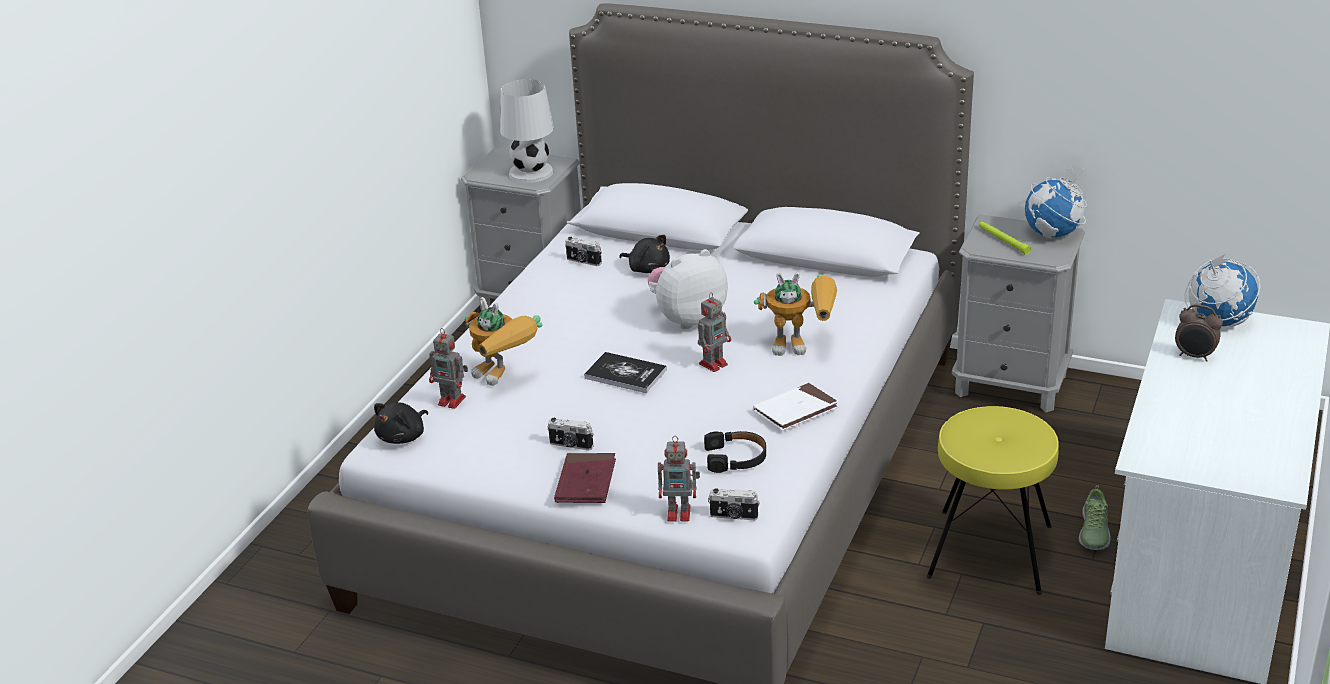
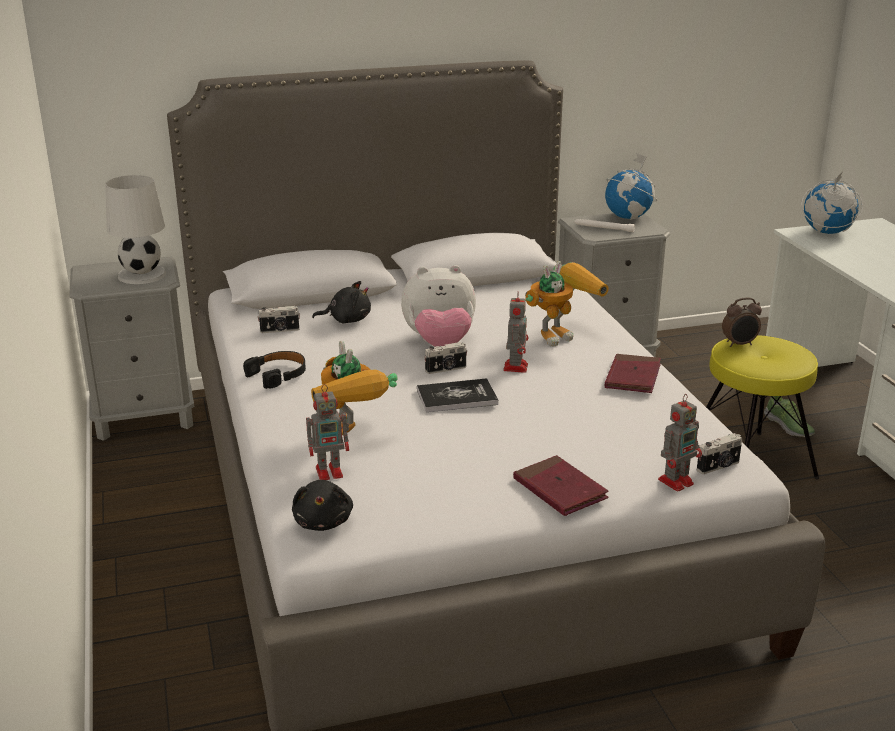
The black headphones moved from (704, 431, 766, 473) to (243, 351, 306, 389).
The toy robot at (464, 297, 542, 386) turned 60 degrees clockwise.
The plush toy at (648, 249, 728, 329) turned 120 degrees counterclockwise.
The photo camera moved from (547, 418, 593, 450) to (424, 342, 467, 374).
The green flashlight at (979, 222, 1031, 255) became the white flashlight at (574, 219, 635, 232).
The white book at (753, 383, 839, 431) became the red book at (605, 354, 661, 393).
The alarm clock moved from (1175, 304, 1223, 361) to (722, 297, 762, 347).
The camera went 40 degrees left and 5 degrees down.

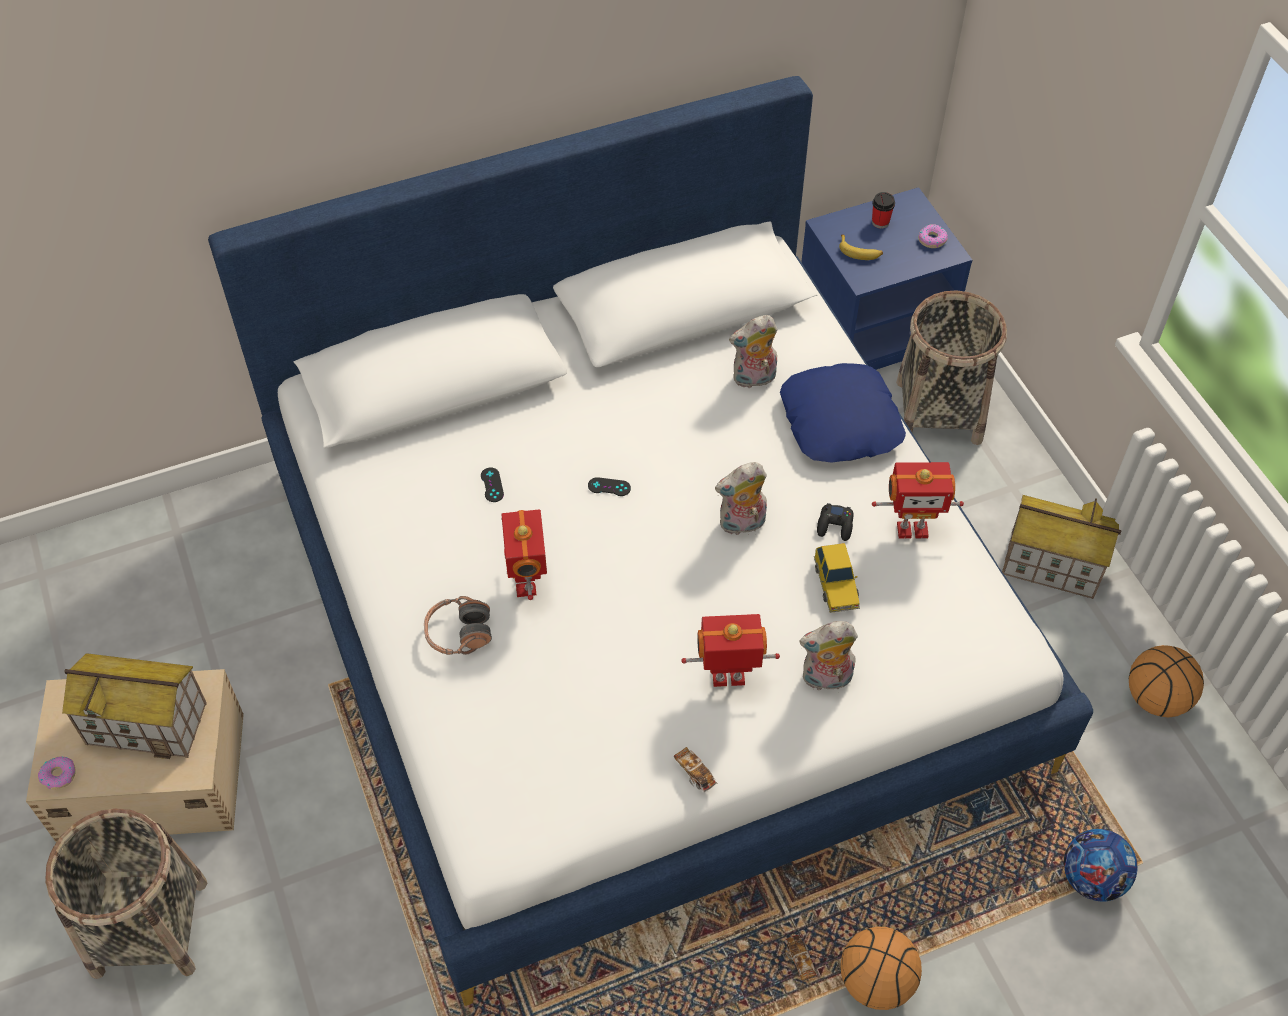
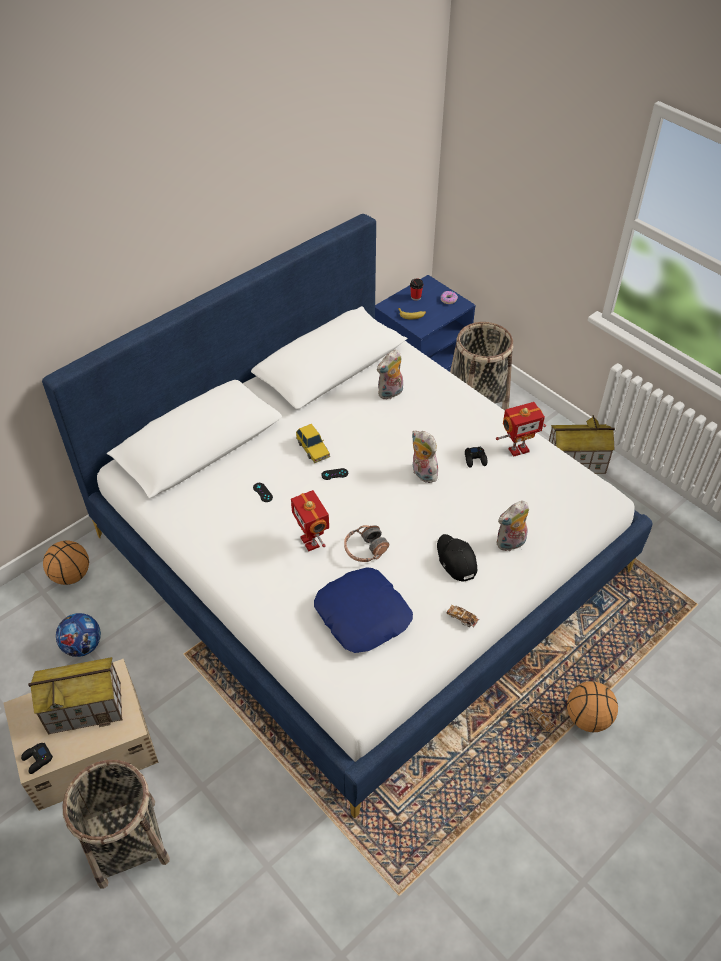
The donut at (38, 756, 76, 790) was replaced by the black game controller at (21, 743, 53, 774).
The basketball moved from (1129, 645, 1204, 717) to (43, 541, 89, 585).
The football moved from (1064, 829, 1137, 901) to (56, 613, 101, 657).
The toy car moved from (814, 543, 860, 613) to (296, 424, 331, 463).
The blue pillow moved from (780, 363, 906, 463) to (314, 567, 413, 653).
The headphones moved from (424, 596, 492, 655) to (344, 525, 389, 562).
The plush toy at (715, 462, 767, 535) turned 90 degrees clockwise.
The toy robot at (681, 614, 780, 687) was replaced by the black cap at (437, 534, 477, 582).
The camera went 20 degrees left and 5 degrees down.

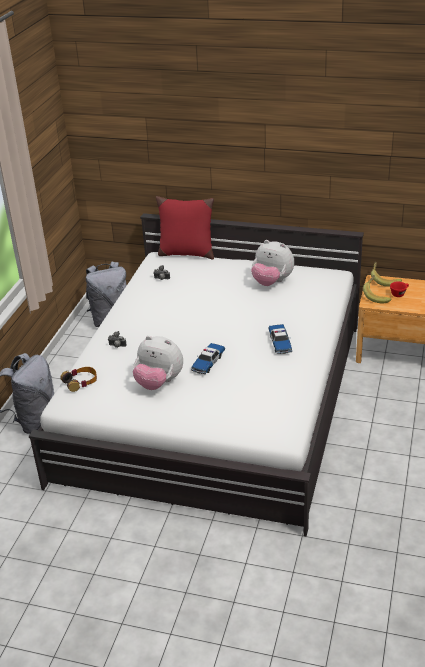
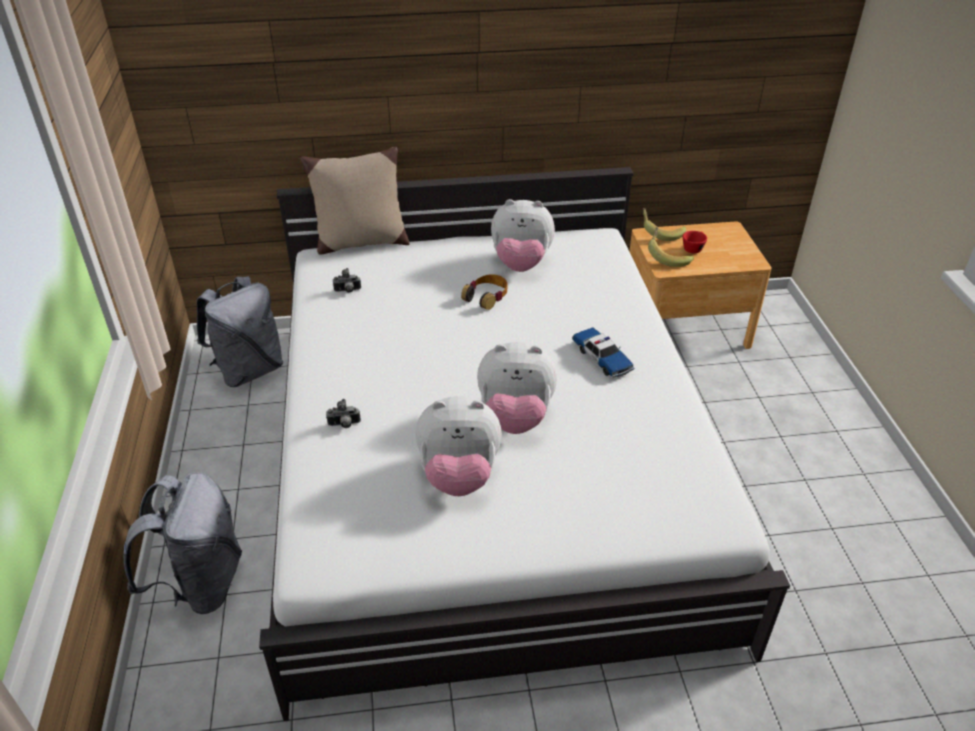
The red pillow at (156, 196, 214, 260) became the beige pillow at (300, 147, 410, 254).
The headphones moved from (60, 367, 97, 392) to (461, 274, 508, 310).
The toy car at (191, 343, 225, 374) was replaced by the plush toy at (477, 342, 557, 434).
The camera went 25 degrees left and 5 degrees up.

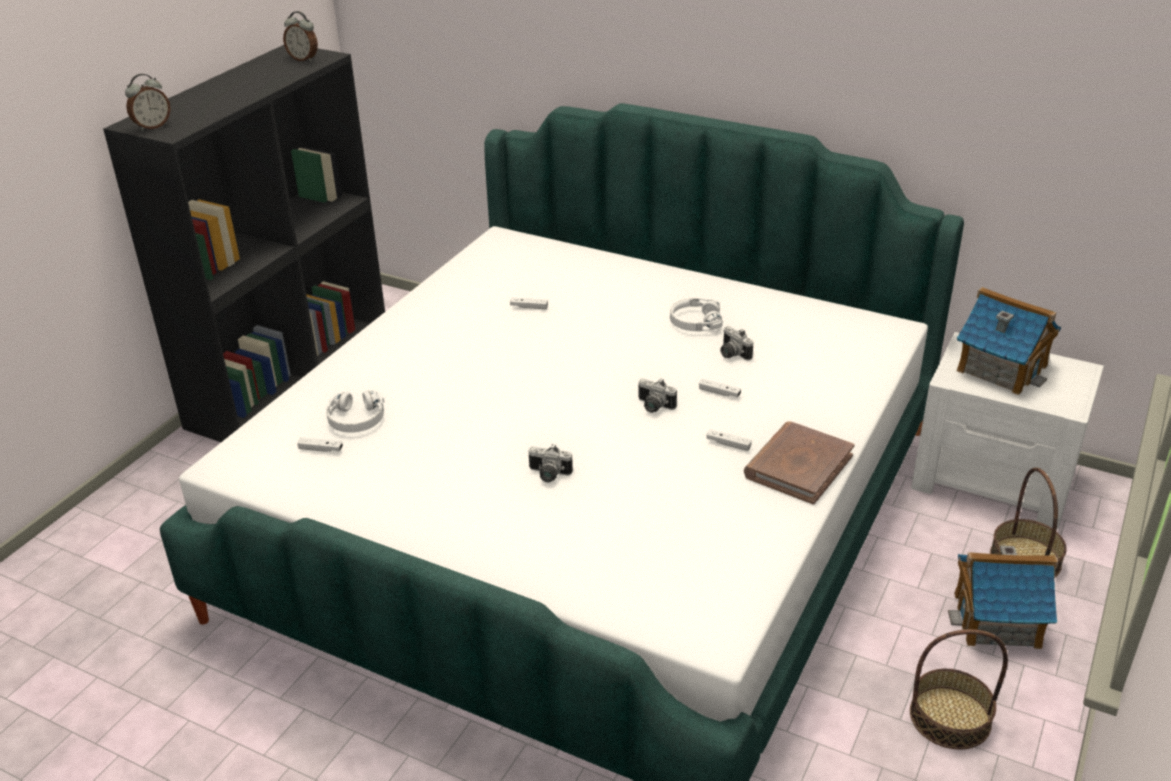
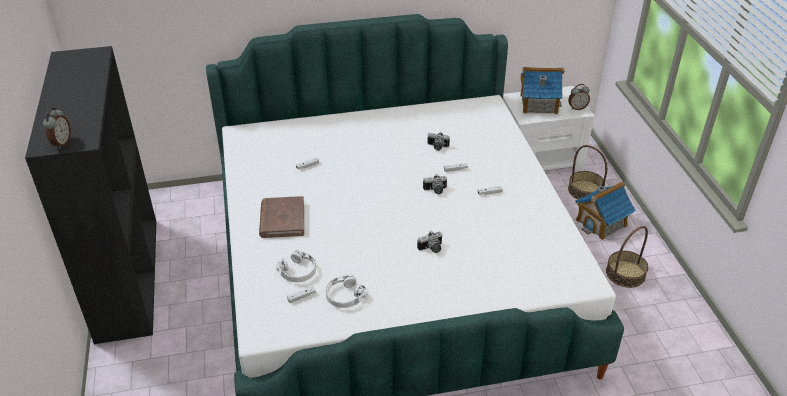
The brown book moved from (744, 421, 854, 504) to (259, 196, 304, 238).
The white headphones moved from (670, 298, 723, 331) to (326, 274, 368, 308).
The alarm clock moved from (283, 11, 318, 62) to (568, 84, 590, 110).
The camera went 40 degrees left and 5 degrees up.

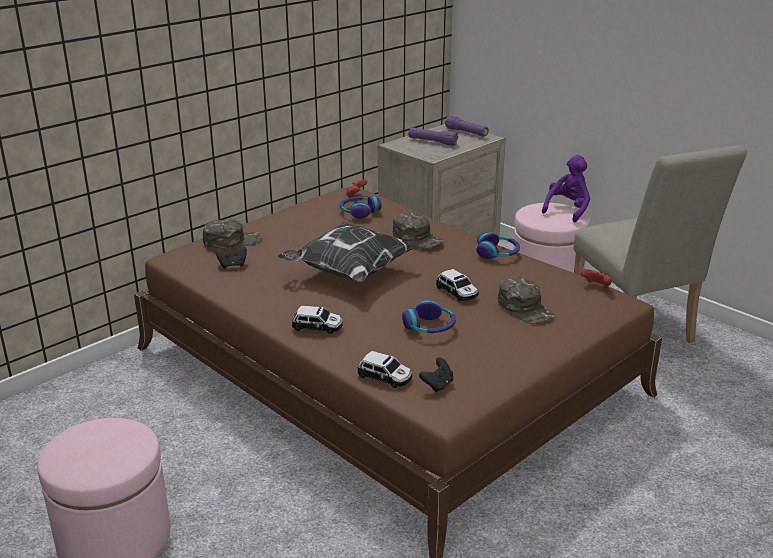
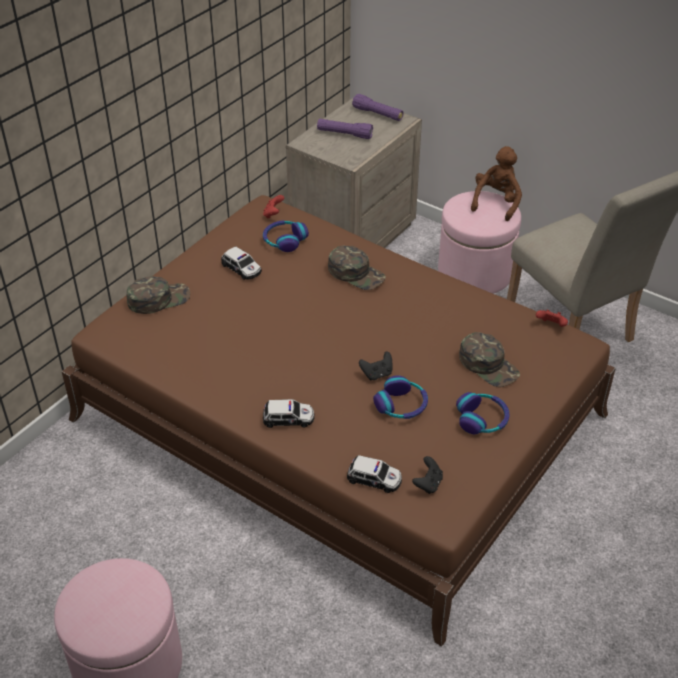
The toy car moved from (436, 269, 479, 301) to (221, 246, 262, 280).
The black game controller moved from (216, 246, 247, 268) to (359, 351, 392, 380).
The headphones moved from (476, 232, 520, 259) to (456, 392, 510, 434).
The purple plush toy at (542, 155, 590, 222) became the brown plush toy at (471, 146, 522, 221).
The pillow at (278, 222, 417, 282) disappeared.
The camera went 10 degrees left and 15 degrees up.

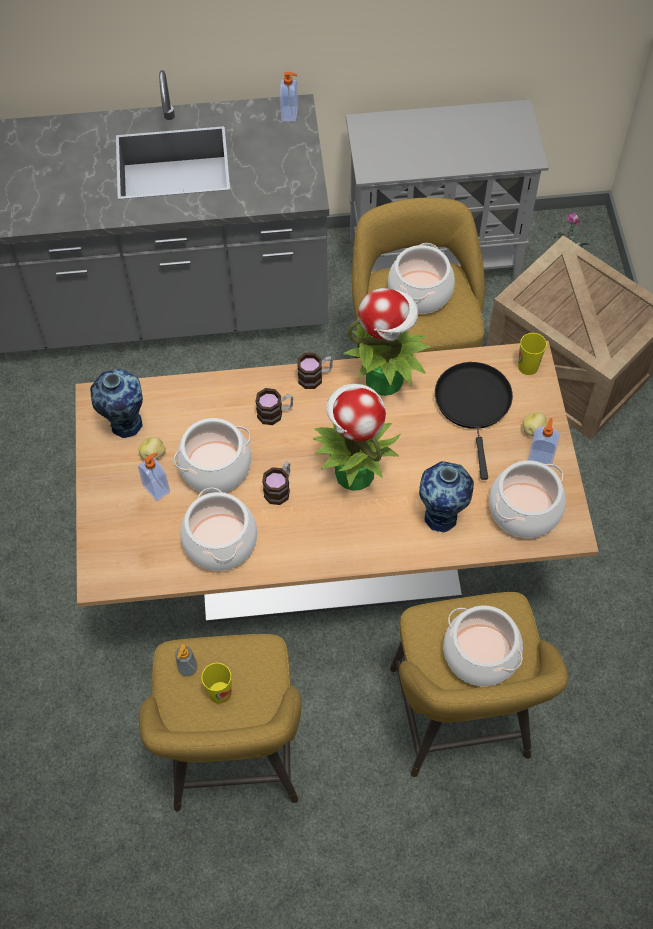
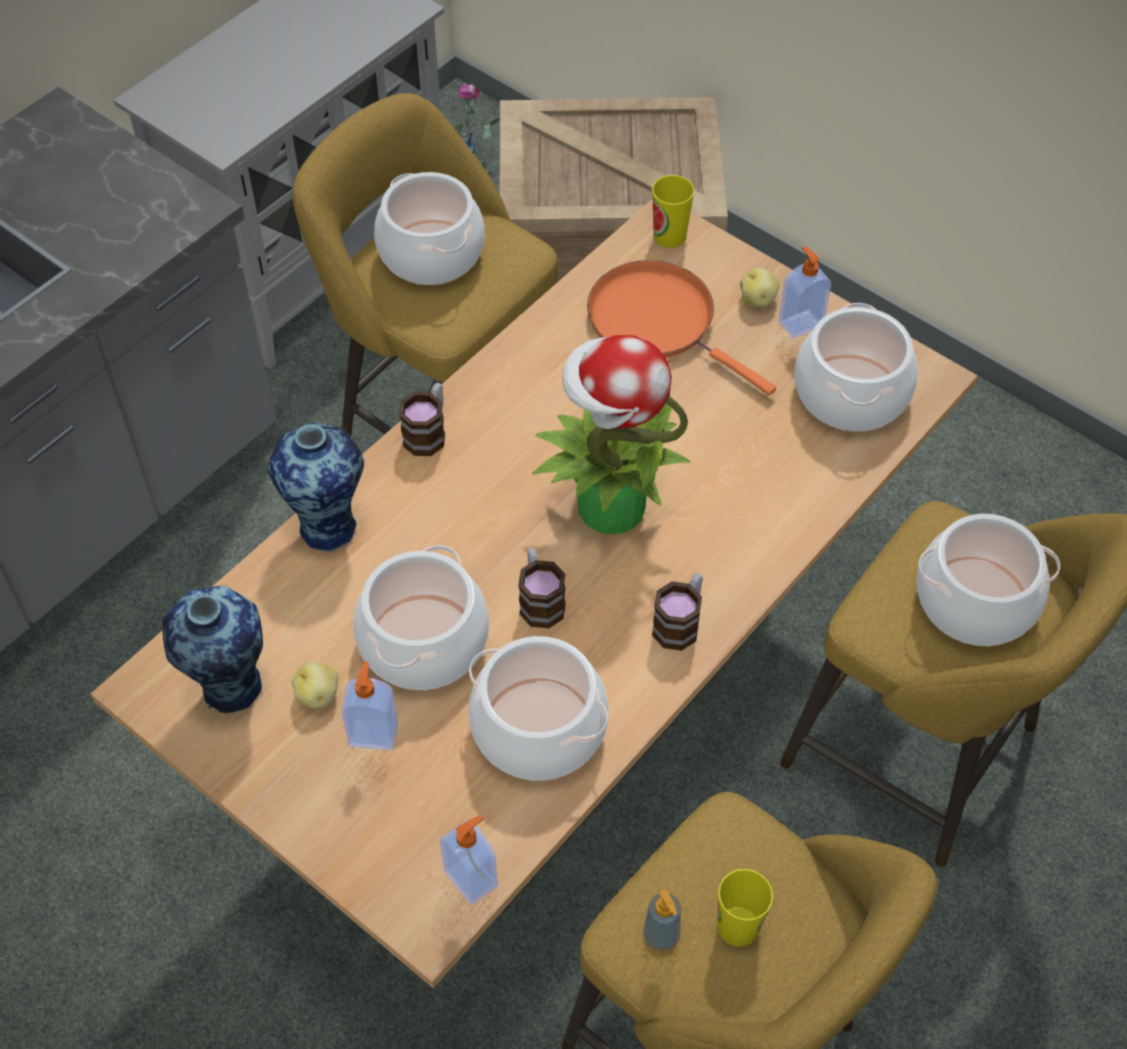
The vase moved from (419, 461, 474, 534) to (268, 422, 364, 552).
The soap dispenser moved from (280, 72, 298, 122) to (440, 815, 498, 905).
The black frying pan at (435, 362, 513, 480) became the orange frying pan at (587, 260, 776, 395).
The mug moved from (255, 388, 293, 425) to (652, 573, 703, 651).
The potted plant at (344, 288, 431, 396) disappeared.
The camera went 45 degrees left and 5 degrees down.

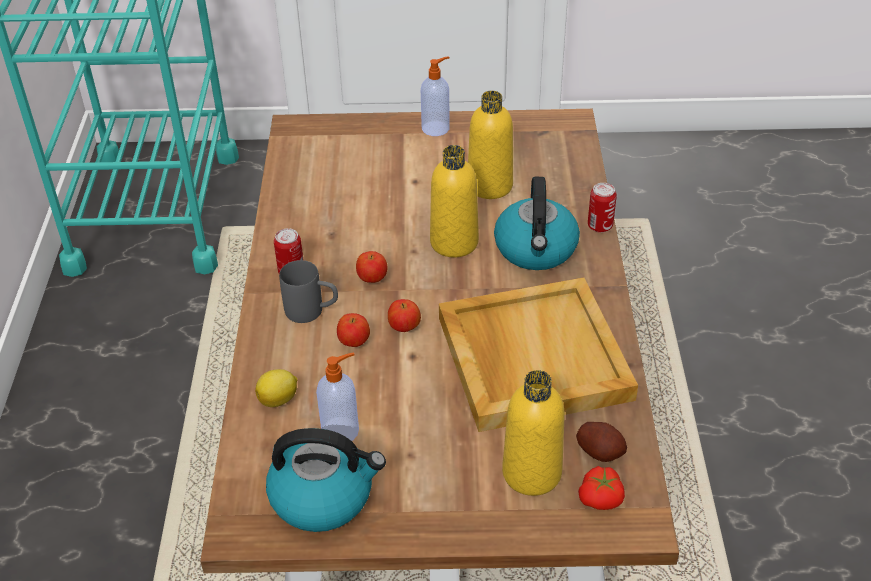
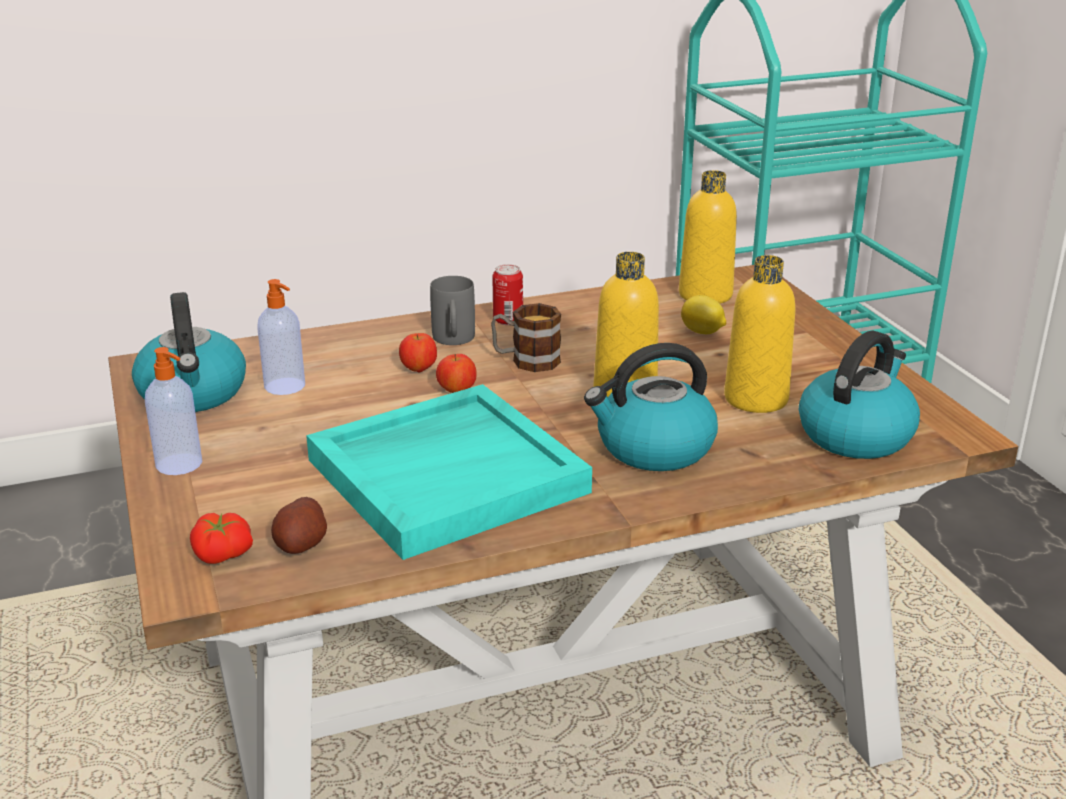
The soap dispenser moved from (421, 56, 450, 136) to (145, 347, 202, 475).
The beige tray at (439, 277, 638, 432) became the turquoise tray at (306, 384, 592, 560).
The apple at (356, 251, 388, 283) was replaced by the mug at (491, 303, 561, 372).
The yellow bottle moved from (502, 370, 565, 496) to (679, 170, 737, 304).
The lemon moved from (255, 369, 297, 407) to (681, 295, 726, 334).
The kettle at (799, 331, 920, 459) appeared.
The can at (588, 183, 617, 233) disappeared.
The camera went 70 degrees right and 15 degrees down.

